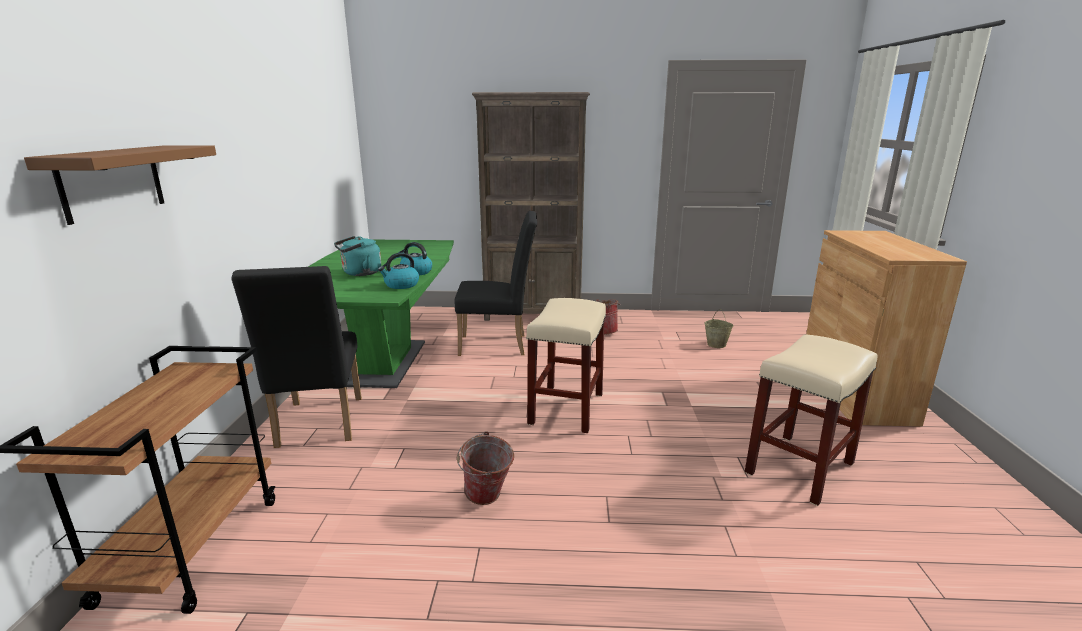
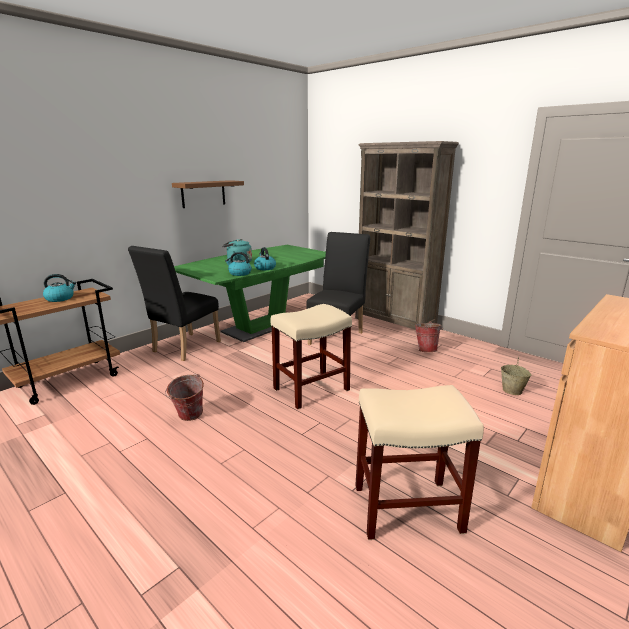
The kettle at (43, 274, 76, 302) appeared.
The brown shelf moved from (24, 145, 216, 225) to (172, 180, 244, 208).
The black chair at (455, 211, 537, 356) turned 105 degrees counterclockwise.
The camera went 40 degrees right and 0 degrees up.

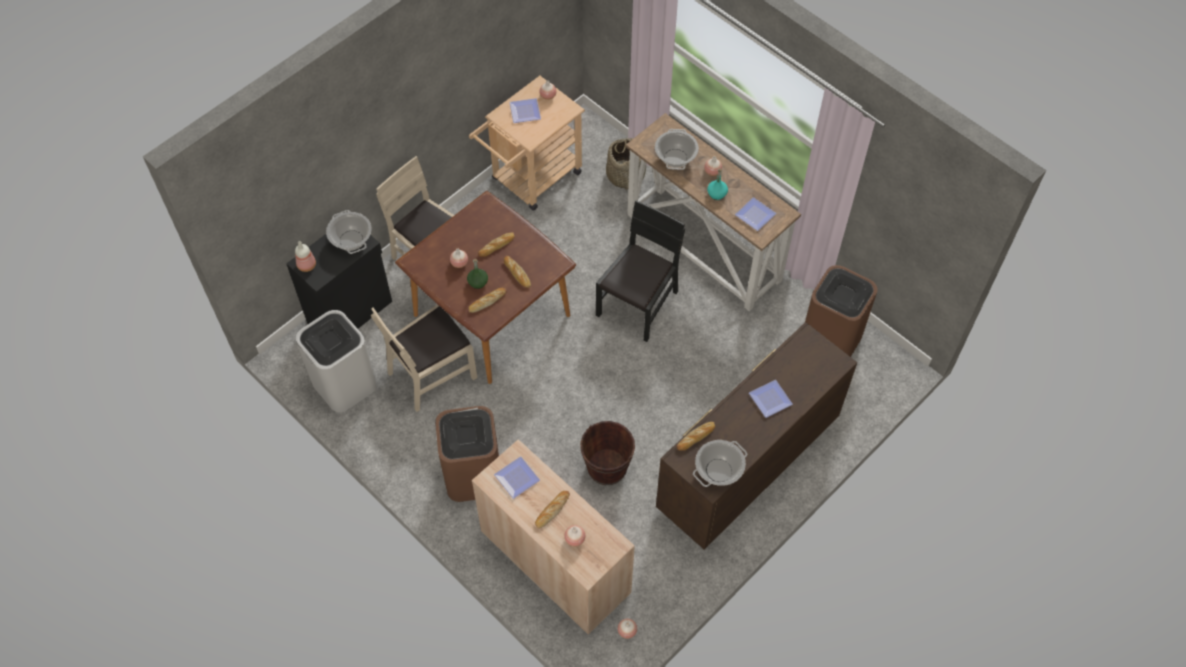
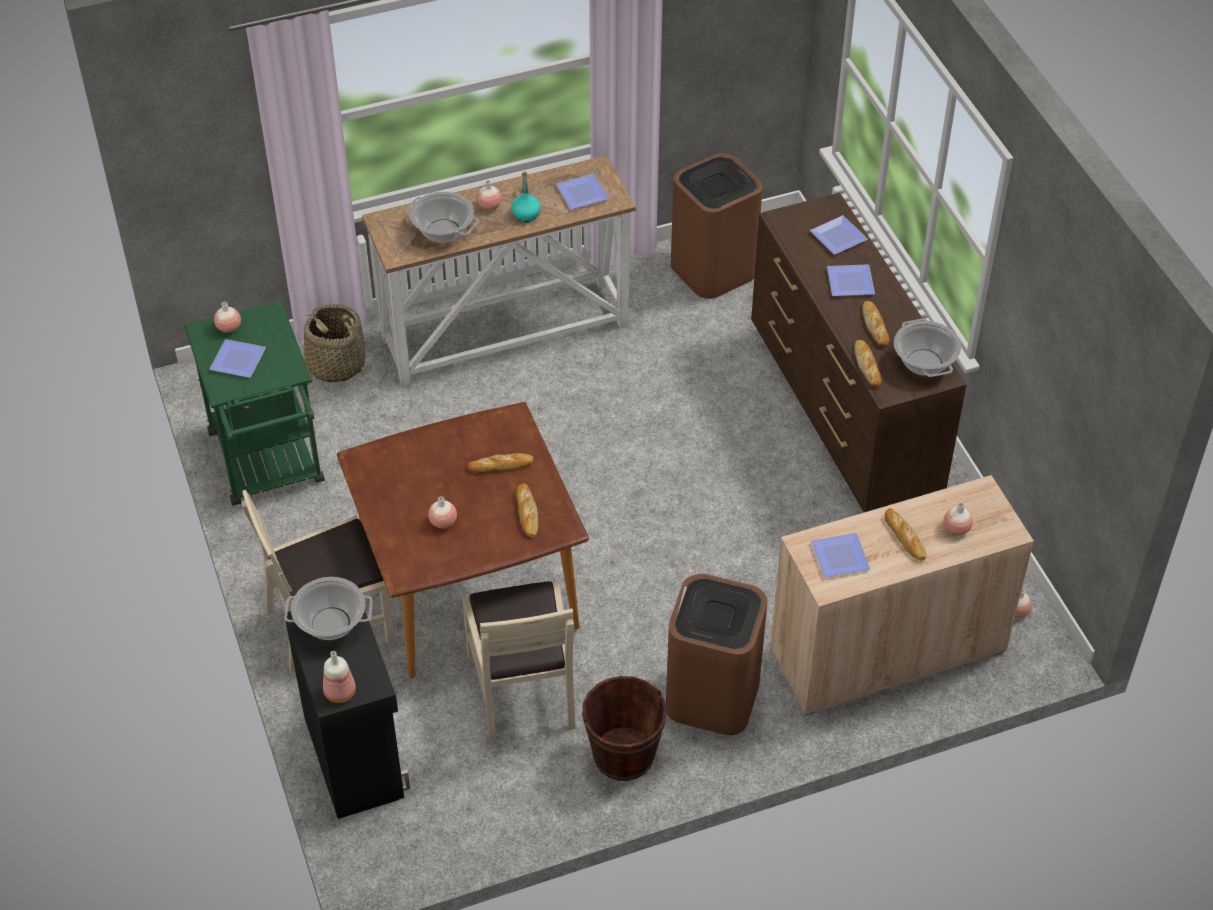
The beige cart at (469, 76, 585, 211) became the green cart at (184, 300, 325, 506).
The brown bucket moved from (580, 421, 635, 485) to (582, 676, 667, 781).
The plate at (810, 215, 868, 255) appeared.
The bread moved from (478, 233, 515, 257) to (862, 301, 890, 347).
The white trash can at (296, 310, 377, 412) disappeared.
The green bottle at (467, 258, 488, 289) disappeared.
The black chair at (596, 200, 685, 342) disappeared.
The camera went 65 degrees left and 10 degrees down.

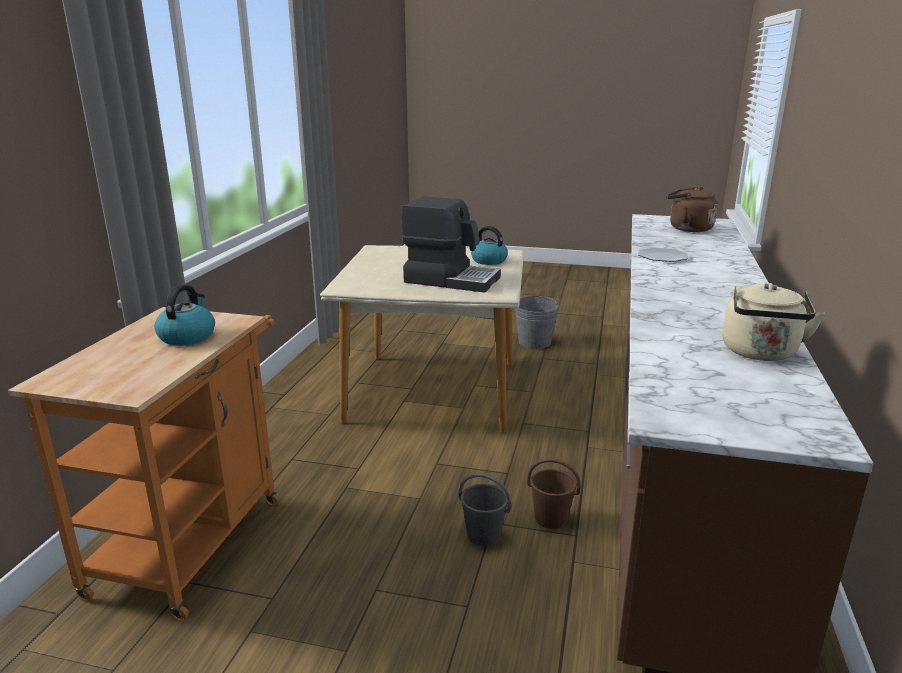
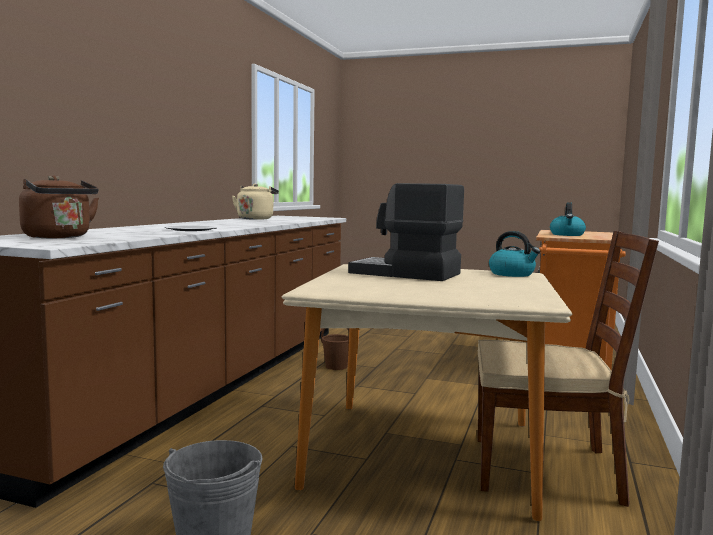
The brown chair at (477, 231, 659, 507) appeared.
The kettle moved from (471, 226, 508, 265) to (489, 231, 541, 277).
The grey bucket at (459, 473, 511, 546) disappeared.
The camera went 175 degrees left and 15 degrees down.

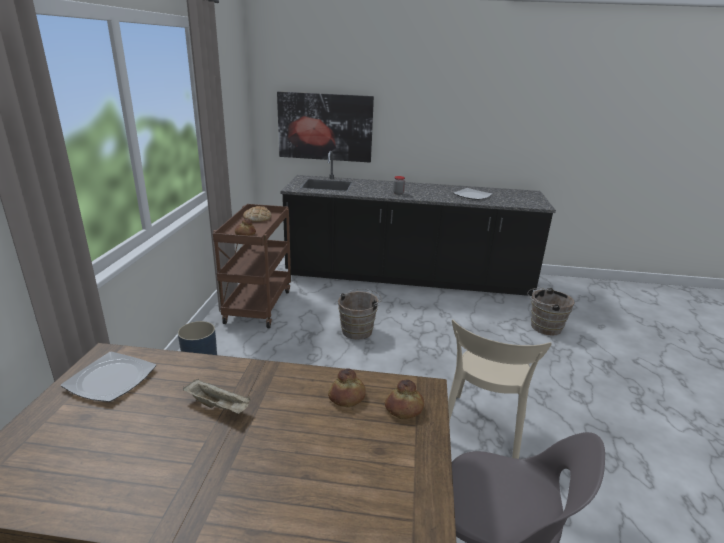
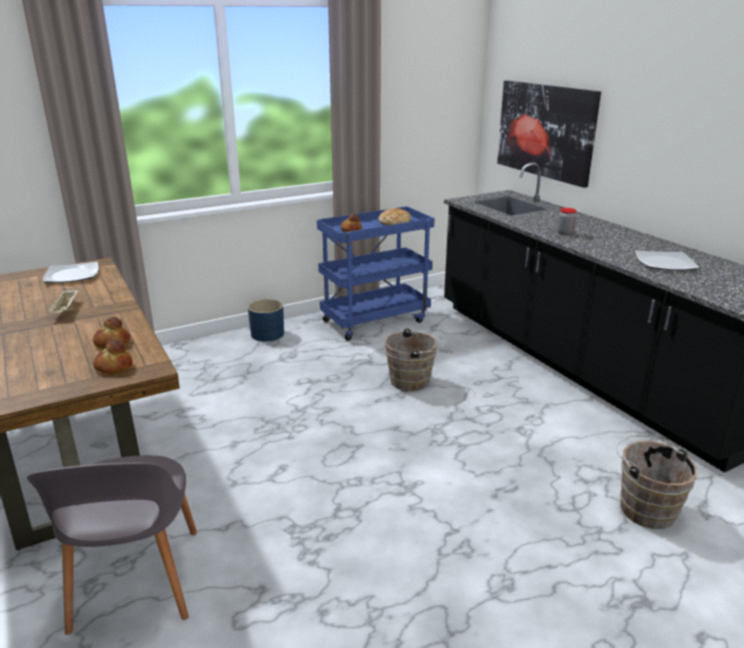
The brown cart at (213, 204, 291, 328) became the blue cart at (317, 206, 435, 341).
The beige chair at (448, 319, 552, 459) disappeared.
The camera went 55 degrees right and 0 degrees up.

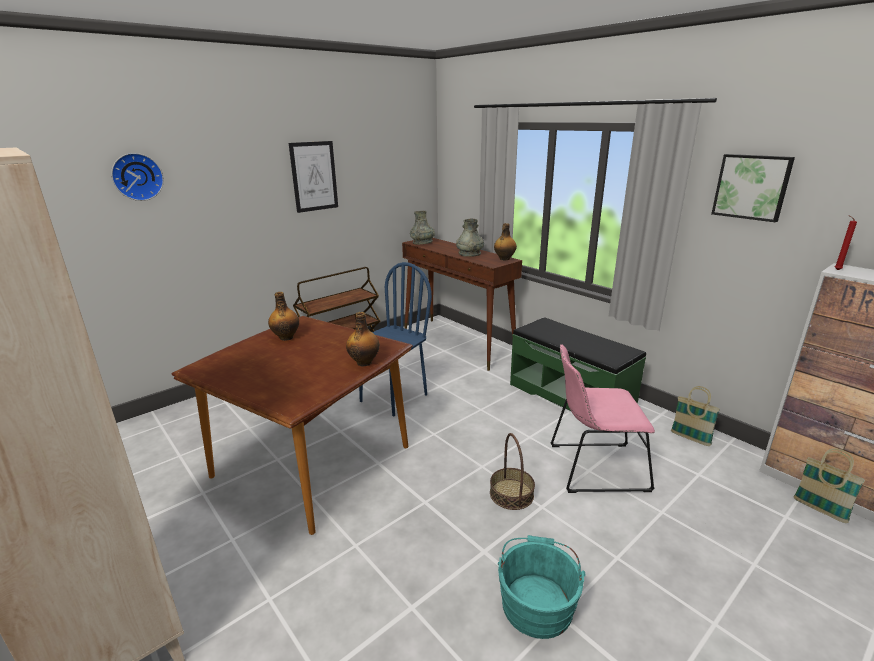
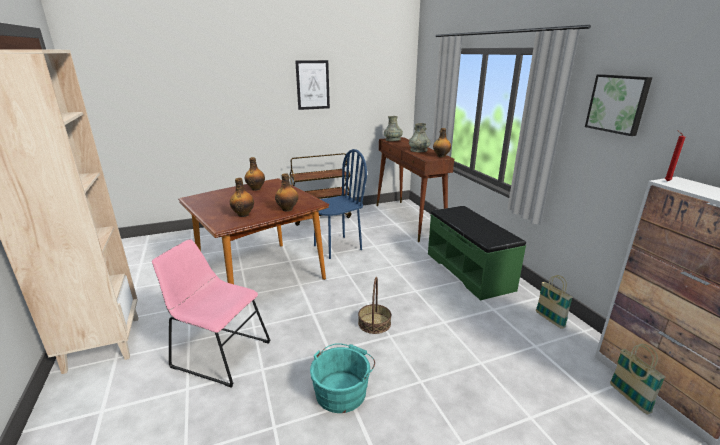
The pink chair moved from (551, 344, 655, 493) to (152, 239, 271, 388).
The bottle at (230, 178, 254, 217) appeared.
The wall clock at (111, 153, 164, 201) disappeared.
The camera went 20 degrees right and 0 degrees up.

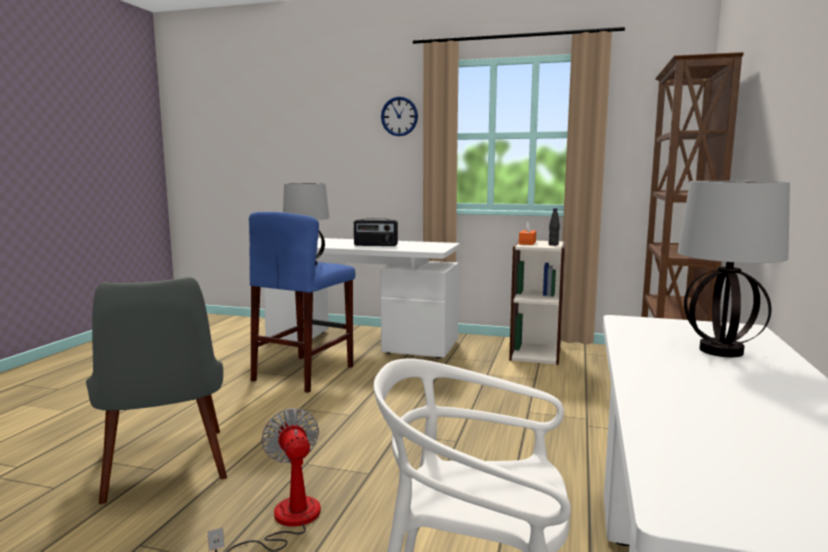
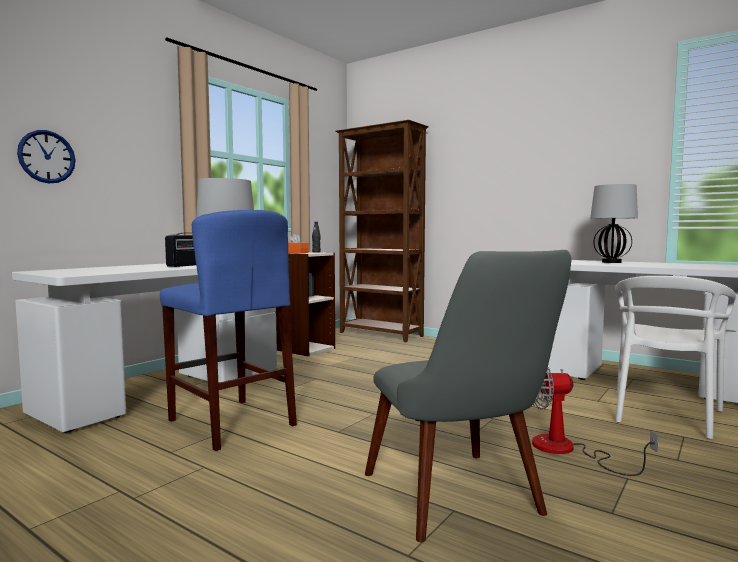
The wall clock moved from (381, 97, 418, 136) to (17, 130, 75, 184).
The grey chair at (86, 277, 227, 504) turned 75 degrees clockwise.
The camera went 70 degrees left and 5 degrees down.

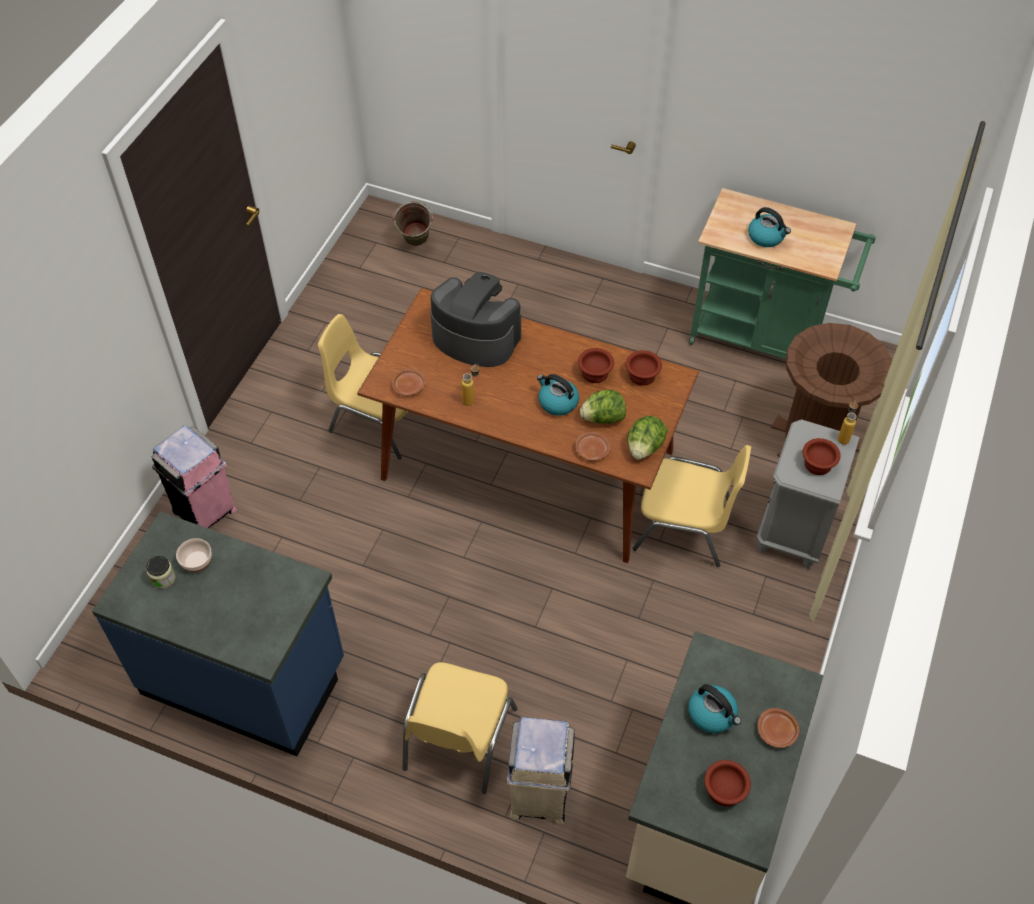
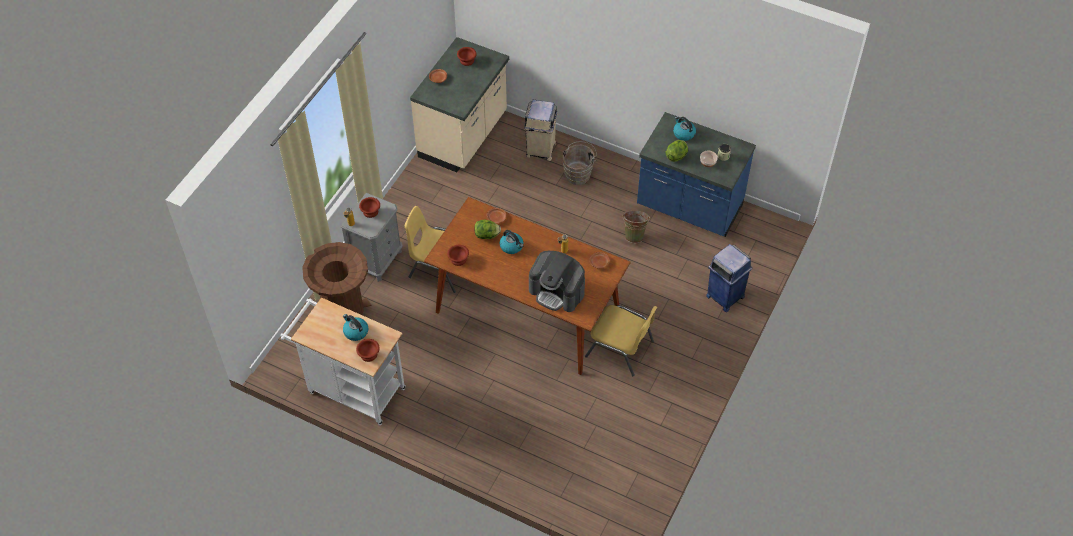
The green cart at (689, 188, 876, 359) became the white cart at (280, 297, 406, 425).
The brown bowl moved from (578, 348, 614, 383) to (356, 339, 380, 362).
The yellow chair at (402, 662, 517, 794) was replaced by the brown bucket at (563, 142, 597, 185).
The green bucket moved from (393, 201, 433, 246) to (623, 210, 650, 243).
The lettuce moved from (627, 416, 668, 459) to (666, 140, 688, 162).
The kettle moved from (688, 684, 741, 733) to (673, 116, 696, 141).
The pink trash can at (152, 425, 237, 528) became the blue trash can at (706, 244, 752, 312).
The camera went 175 degrees left and 0 degrees up.

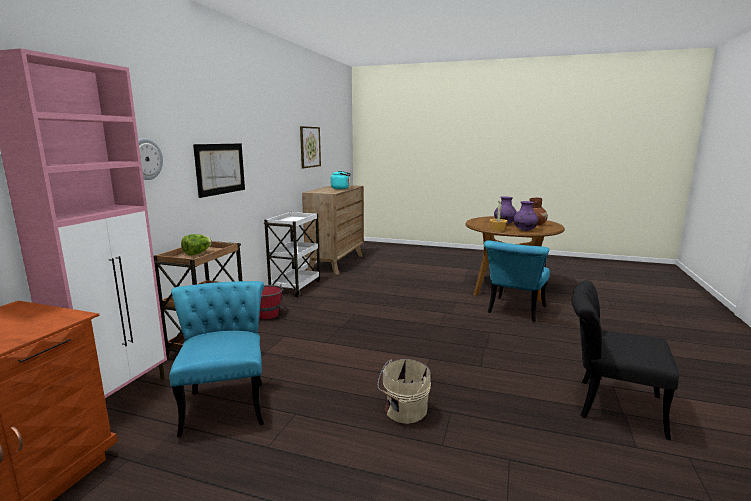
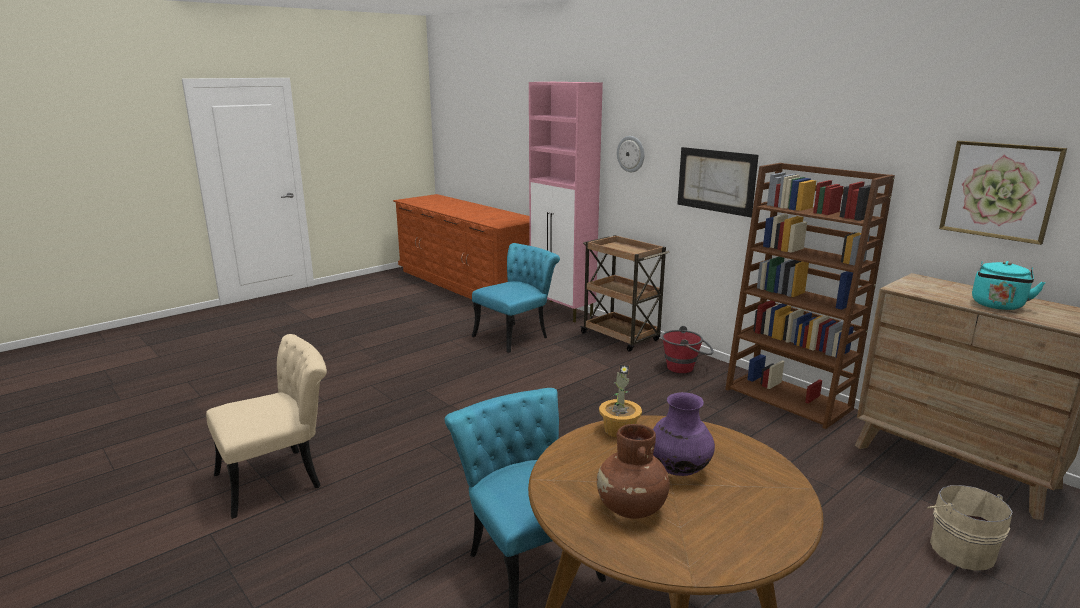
The black chair at (572, 280, 679, 440) became the beige chair at (206, 334, 327, 519).
The turquoise chair at (169, 281, 264, 437) turned 60 degrees counterclockwise.
The white cart at (264, 212, 320, 297) was replaced by the brown bookcase at (725, 163, 895, 429).
The beige bucket moved from (378, 359, 431, 424) to (927, 485, 1013, 571).
The lettuce at (181, 234, 212, 256) disappeared.
The purple vase at (513, 201, 539, 231) disappeared.
The camera went 120 degrees right and 5 degrees up.

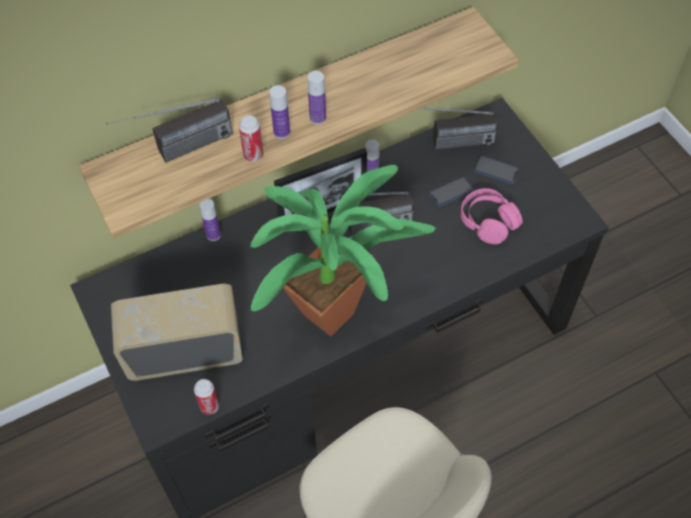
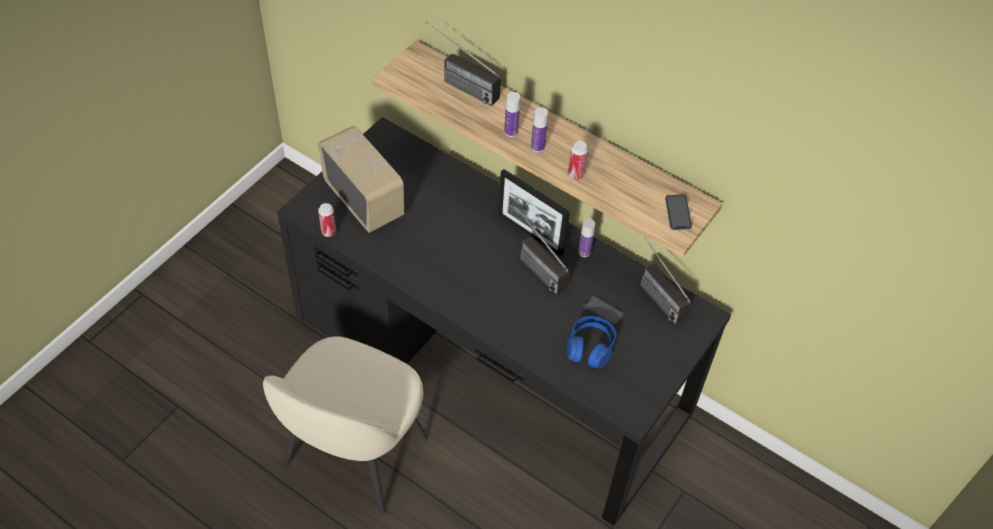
The pink headphones at (460, 188, 523, 244) became the blue headphones at (567, 316, 616, 369).
The can moved from (239, 115, 264, 162) to (568, 141, 588, 180).
The phone moved from (474, 155, 519, 184) to (665, 195, 692, 230).
The bottle at (200, 199, 221, 241) disappeared.
The potted plant at (250, 165, 435, 337) disappeared.
The camera went 60 degrees right and 5 degrees down.

